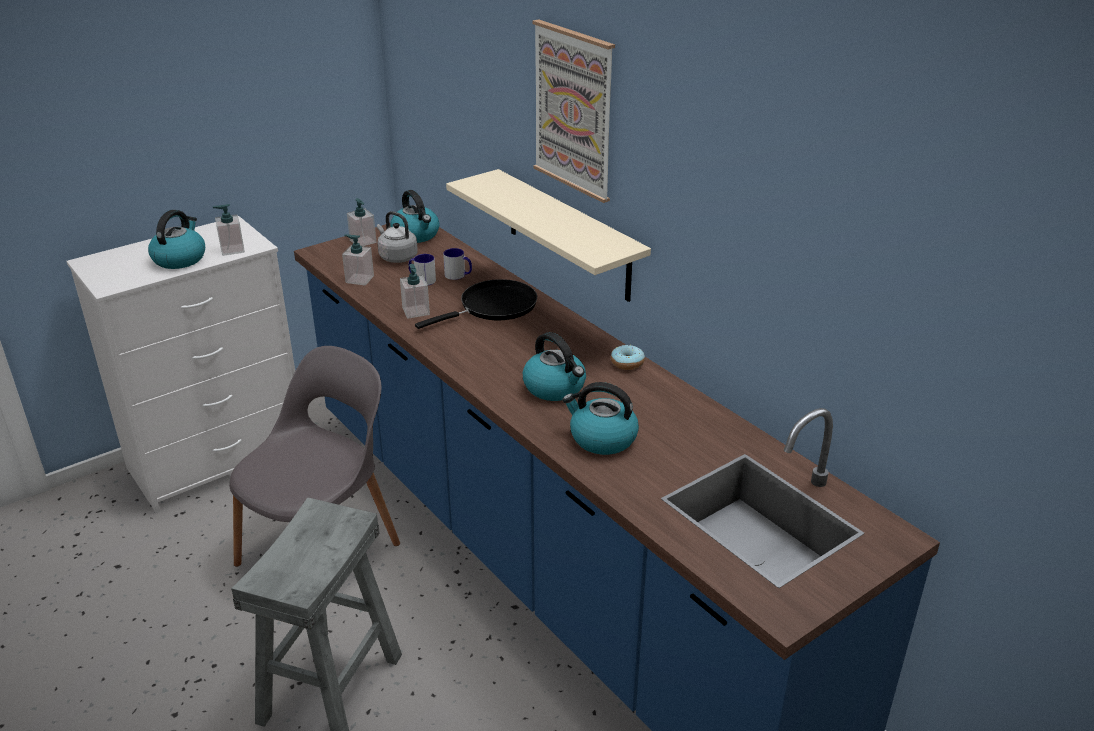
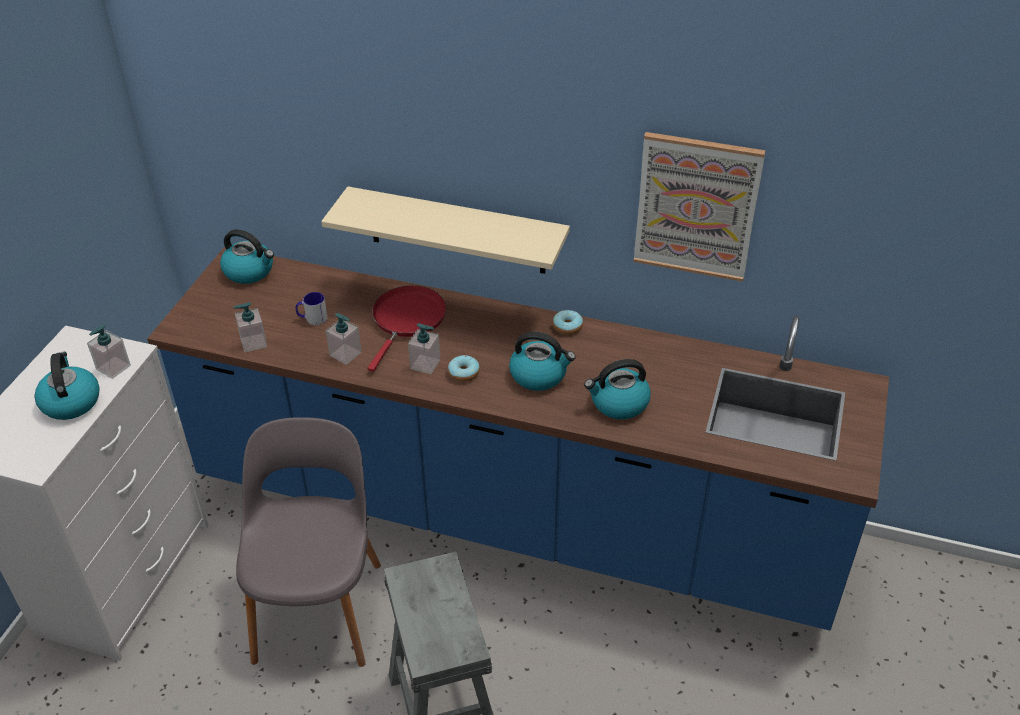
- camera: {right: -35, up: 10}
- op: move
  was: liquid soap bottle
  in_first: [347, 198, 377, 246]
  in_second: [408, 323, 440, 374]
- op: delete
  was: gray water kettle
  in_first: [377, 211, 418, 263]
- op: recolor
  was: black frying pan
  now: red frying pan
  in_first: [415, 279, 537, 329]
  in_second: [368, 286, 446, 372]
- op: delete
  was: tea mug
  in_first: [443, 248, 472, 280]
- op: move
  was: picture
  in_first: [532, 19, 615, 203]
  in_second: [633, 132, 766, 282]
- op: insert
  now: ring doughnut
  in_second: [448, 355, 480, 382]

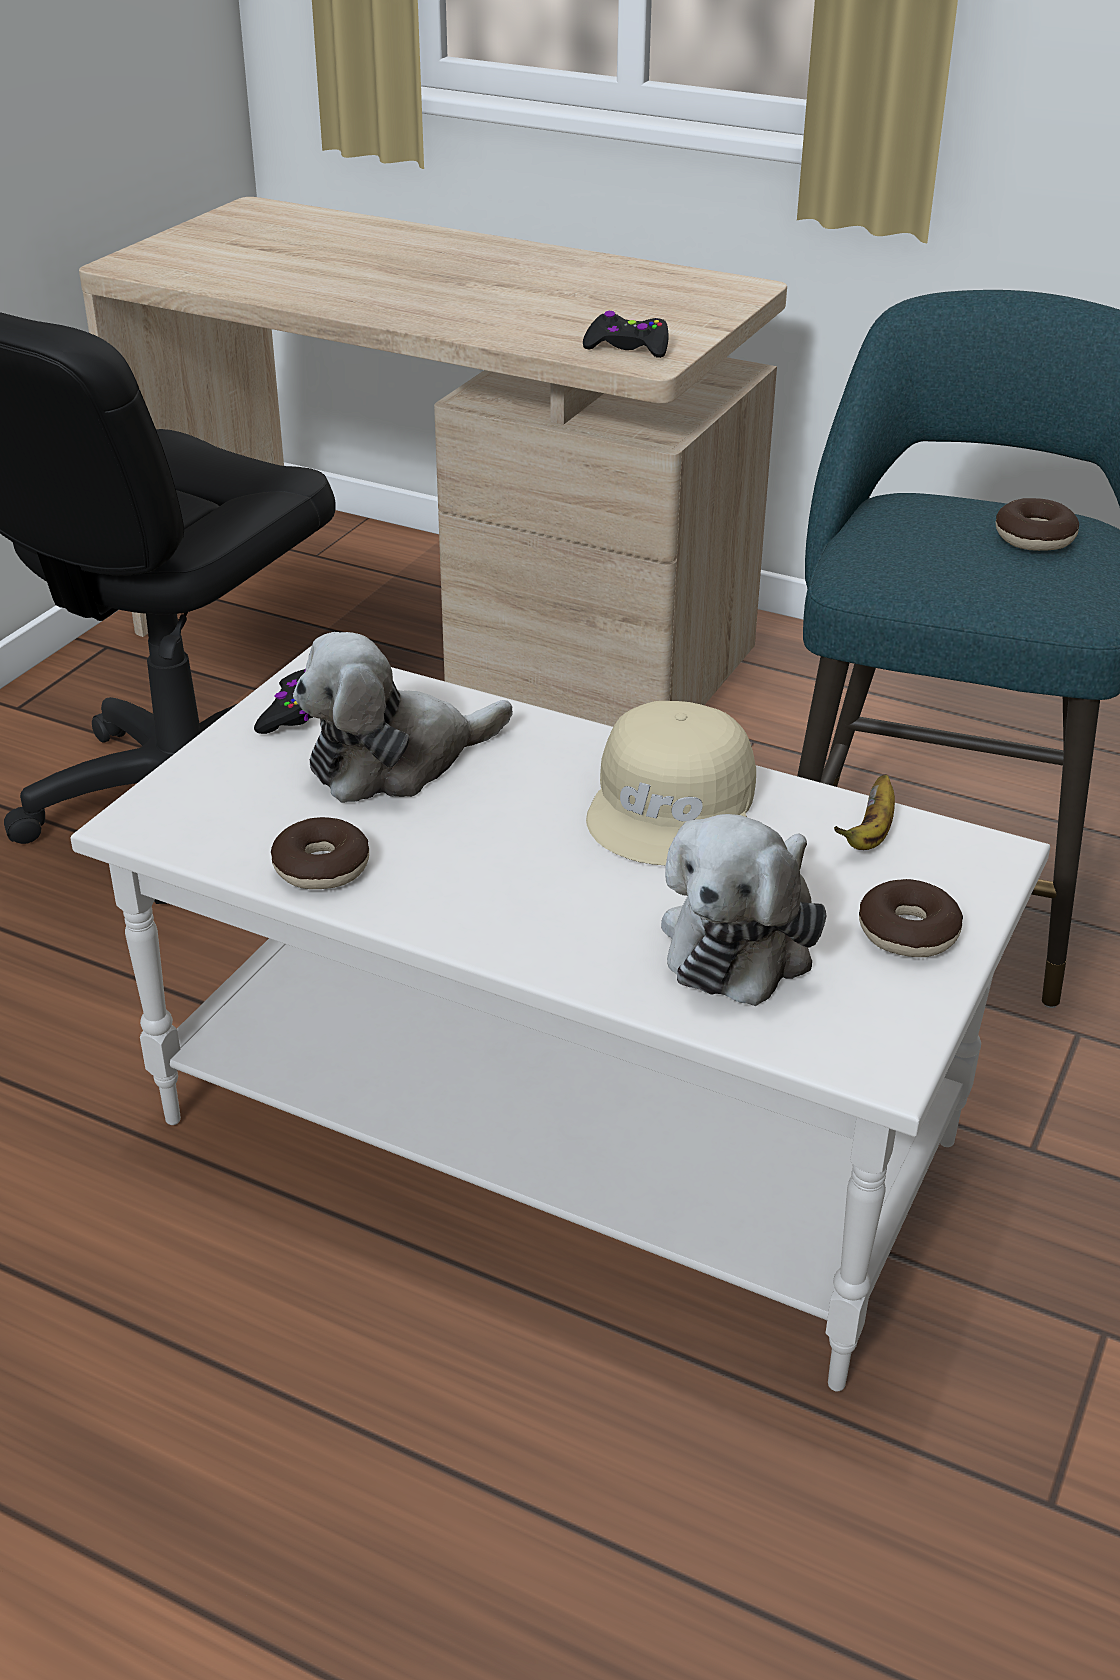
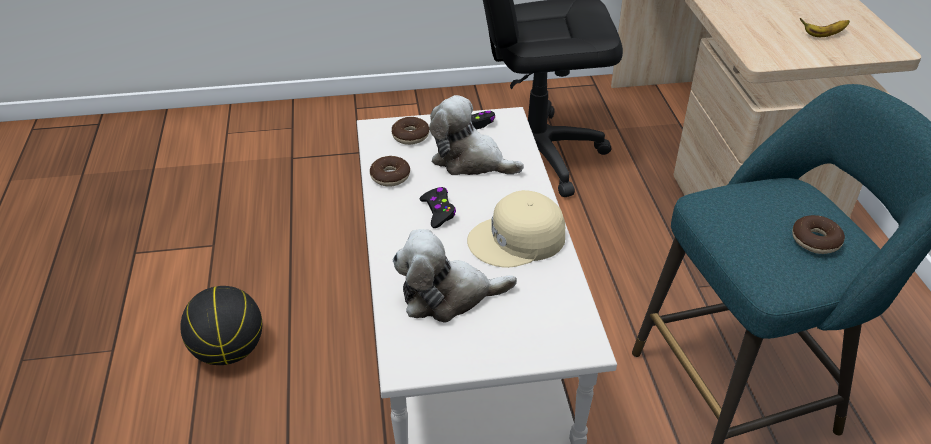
- camera: {right: 55, up: 5}
- op: move
  was: black joypad
  in_first: [583, 311, 669, 358]
  in_second: [420, 187, 456, 228]
- op: move
  was: banana fruit
  in_first: [834, 774, 895, 850]
  in_second: [800, 18, 850, 37]
- op: move
  was: ring doughnut
  in_first: [859, 879, 963, 957]
  in_second: [392, 117, 429, 145]
- op: insert
  now: ball for basketball
  in_second: [180, 286, 262, 365]

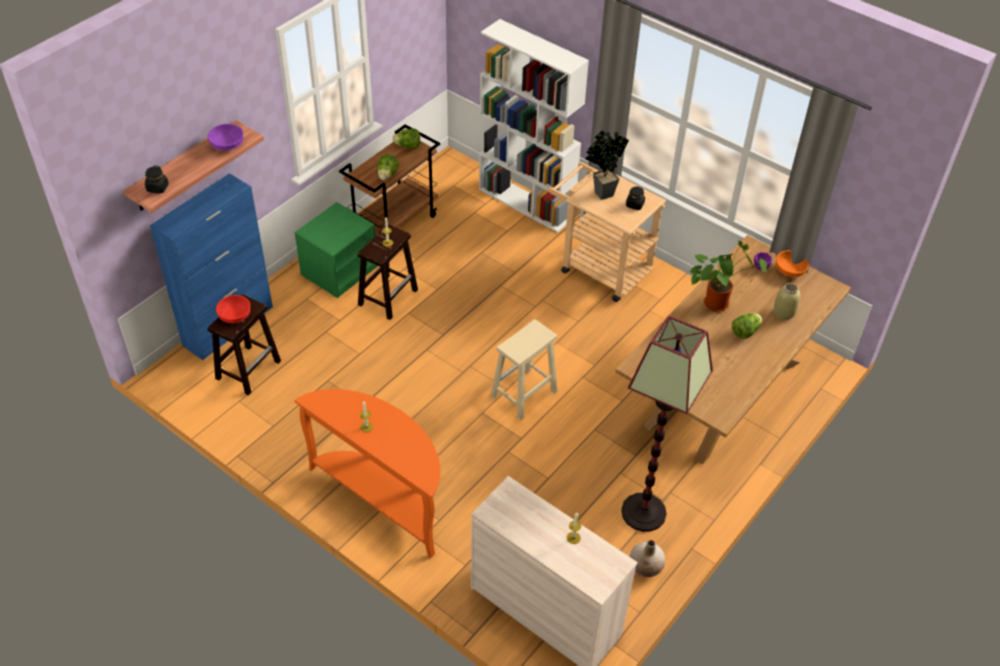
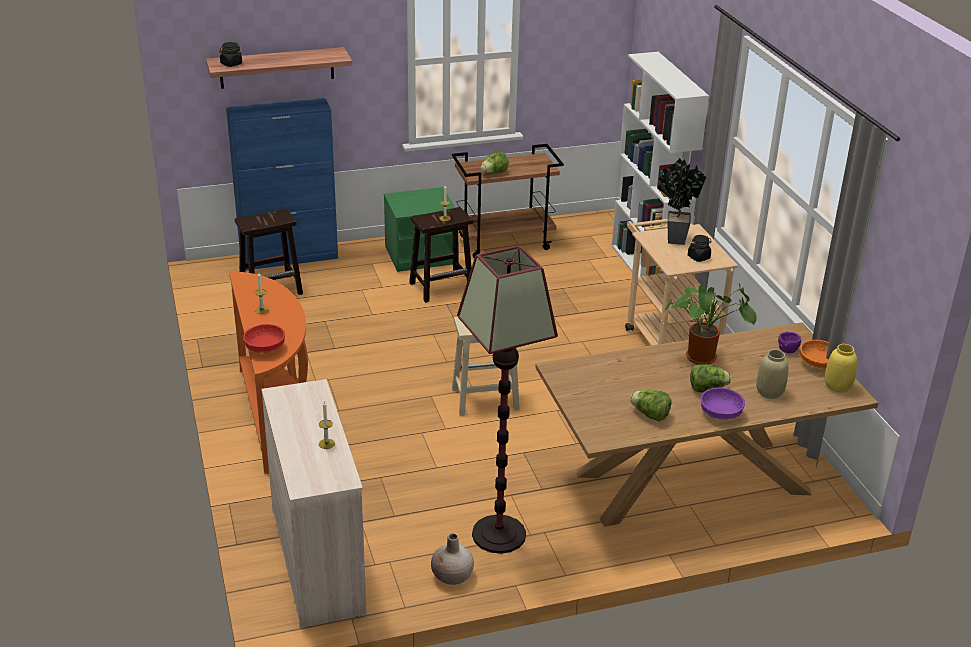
- camera: {right: 35, up: -15}
- op: move
  was: purple serving bowl
  in_first: [208, 124, 244, 151]
  in_second: [701, 388, 745, 420]
- op: move
  was: red serving bowl
  in_first: [216, 295, 250, 323]
  in_second: [243, 324, 285, 353]
- op: move
  was: lettuce
  in_first: [393, 128, 420, 149]
  in_second: [630, 390, 671, 421]
- op: insert
  now: yellow decorative vase
  in_second: [825, 344, 857, 393]

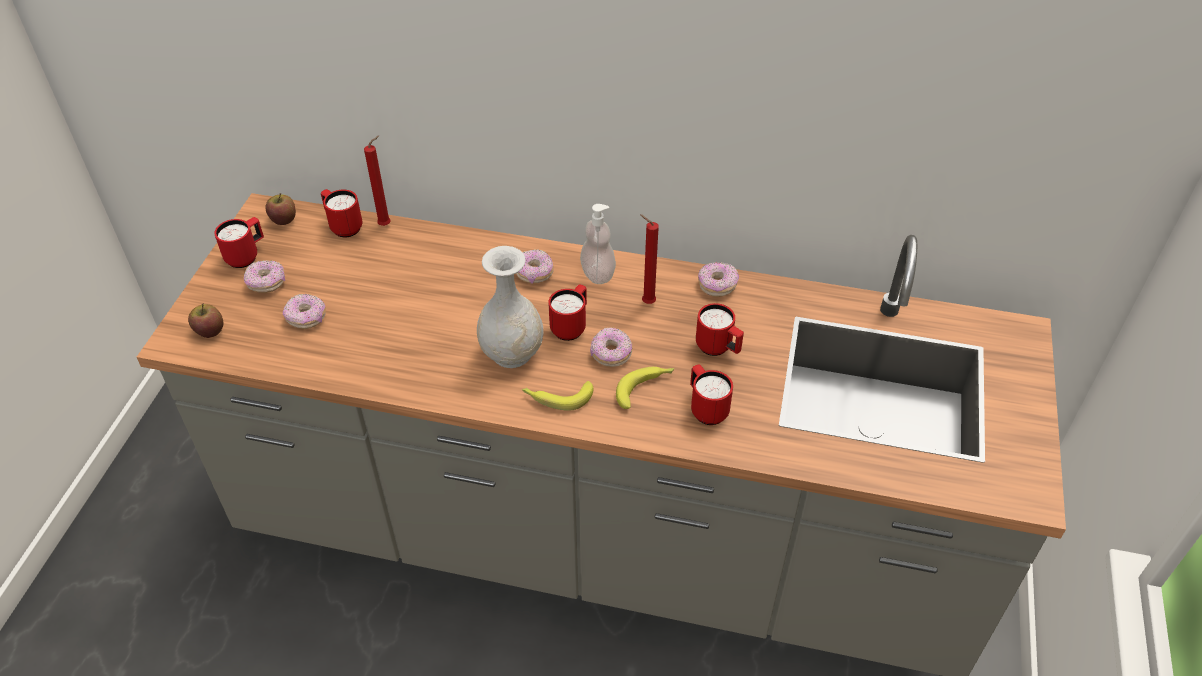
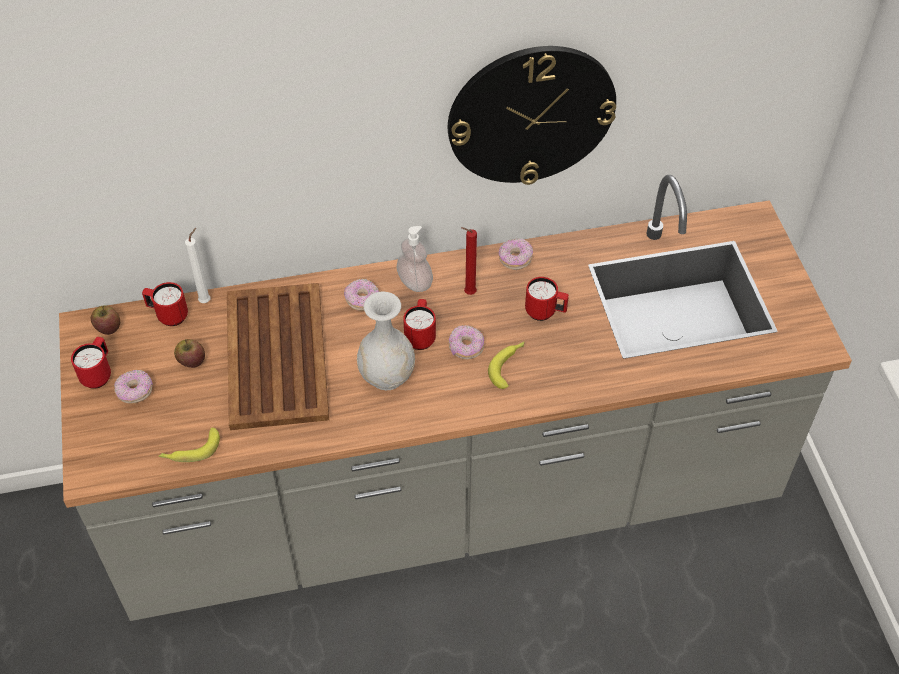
- camera: {right: -25, up: 5}
- op: move
  was: apple fruit
  in_first: [188, 303, 223, 338]
  in_second: [174, 339, 205, 368]
- op: delete
  was: ring doughnut
  in_first: [283, 294, 326, 329]
- op: recolor
  was: red wax light
  now: whitish wax light
  in_first: [364, 136, 391, 226]
  in_second: [185, 228, 211, 303]
- op: move
  was: banana fruit
  in_first: [522, 381, 593, 411]
  in_second: [159, 428, 220, 462]
- op: delete
  was: red tea mug
  in_first: [690, 364, 733, 425]
- op: insert
  now: brownish carrying tray
  in_second: [227, 283, 329, 430]
- op: insert
  now: clock on the wall
  in_second: [448, 46, 616, 185]

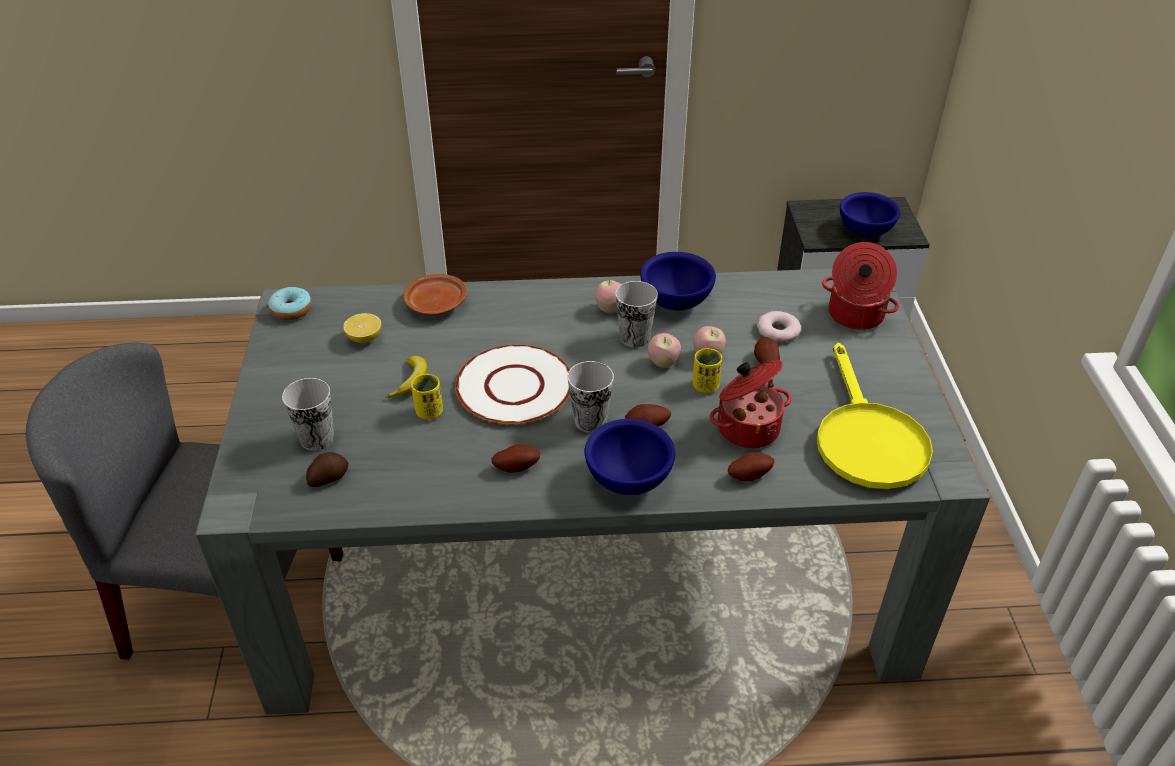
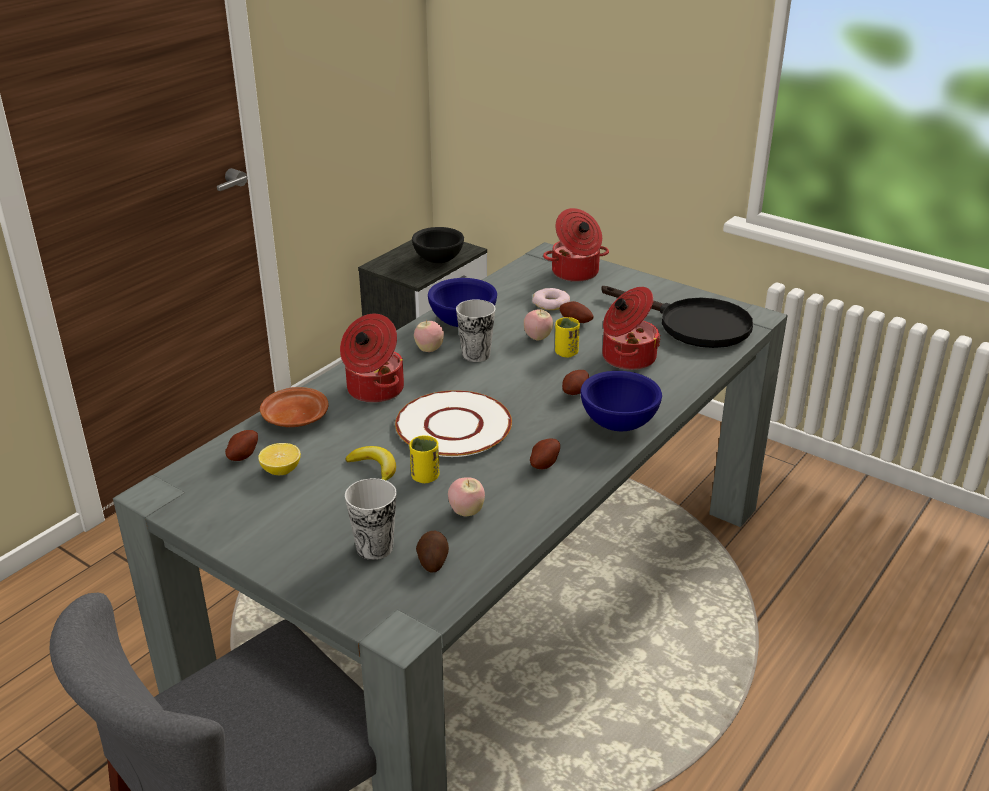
- camera: {right: -50, up: -10}
- op: delete
  was: ring doughnut
  in_first: [268, 287, 312, 320]
- op: delete
  was: drinking cup
  in_first: [567, 361, 614, 433]
- op: move
  was: apple fruit
  in_first: [648, 333, 681, 368]
  in_second: [448, 477, 485, 516]
- op: move
  was: potato
  in_first: [728, 452, 775, 481]
  in_second: [225, 430, 258, 461]
- op: recolor
  was: yellow frying pan
  now: black frying pan
  in_first: [817, 343, 933, 489]
  in_second: [601, 286, 753, 348]
- op: recolor
  was: blue-coloured serving bowl
  now: black serving bowl
  in_first: [840, 192, 900, 237]
  in_second: [412, 227, 464, 263]
- op: insert
  now: stockpot
  in_second: [340, 314, 404, 403]

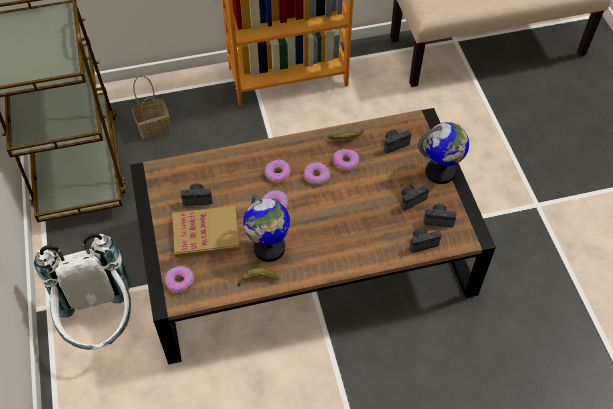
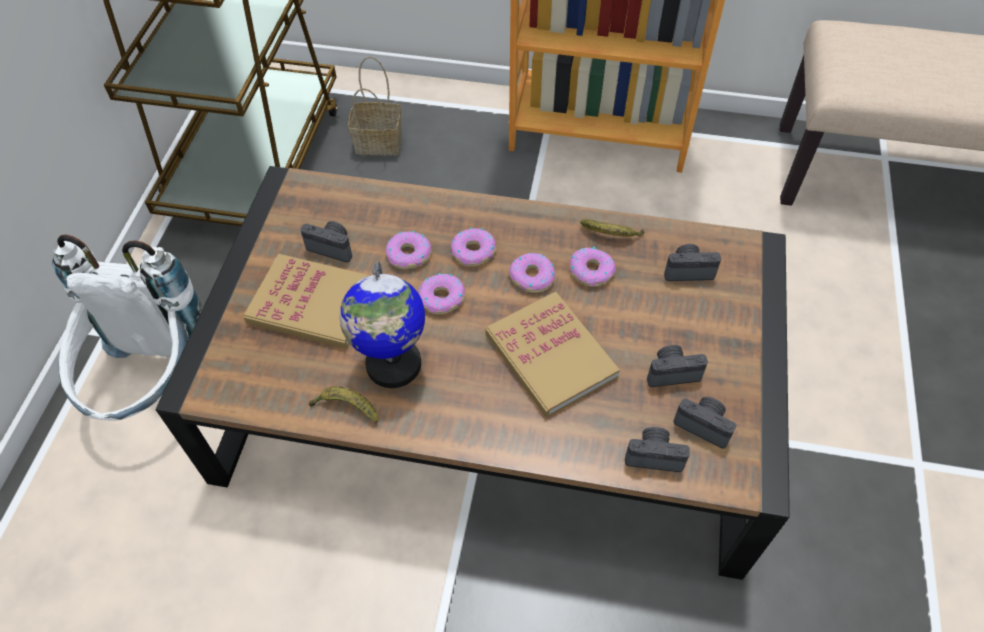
- camera: {right: 25, up: 0}
- op: move
  was: ring doughnut
  in_first: [165, 266, 194, 293]
  in_second: [385, 231, 431, 269]
- op: delete
  was: globe
  in_first: [418, 122, 469, 184]
- op: insert
  now: book
  in_second: [485, 292, 620, 417]

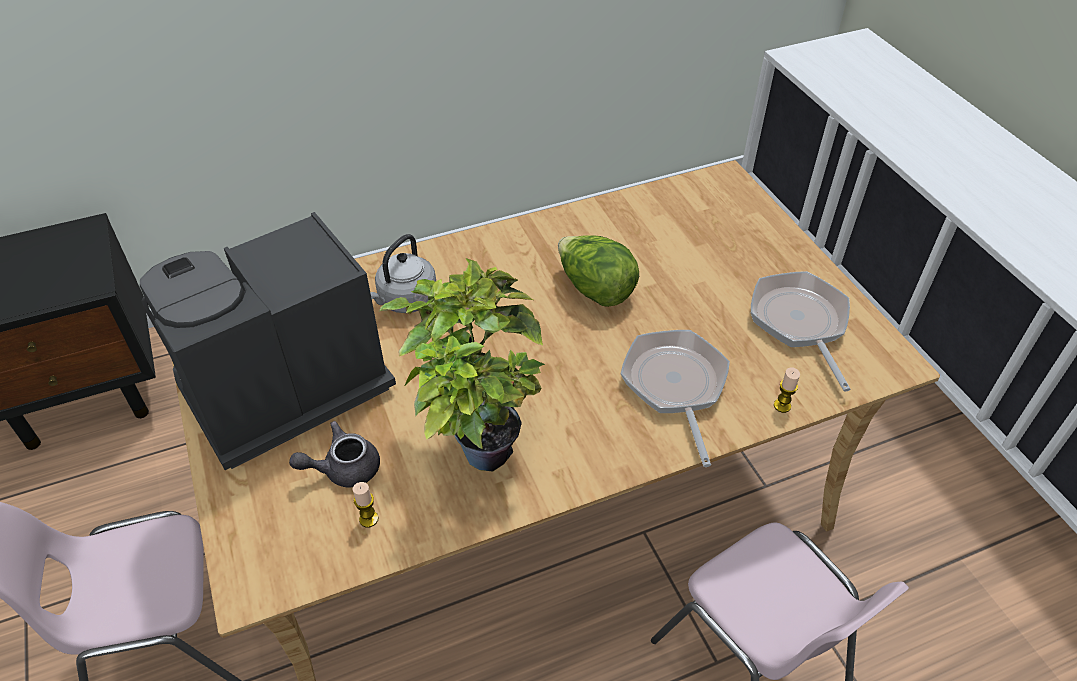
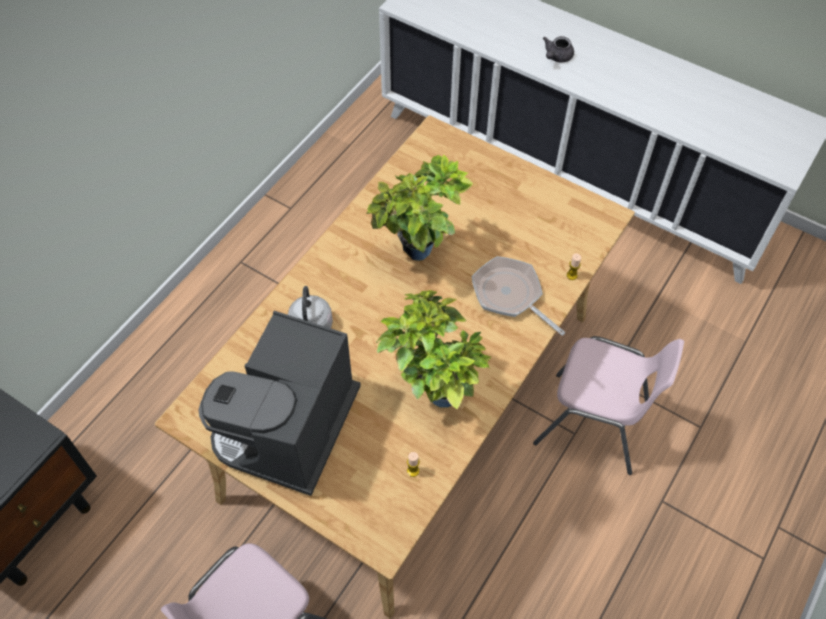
- camera: {right: -35, up: 10}
- op: move
  was: gray pot for tea
  in_first: [289, 421, 380, 488]
  in_second: [543, 36, 574, 63]
- op: replace
  was: lettuce
  now: plant in a pot
  in_first: [558, 235, 639, 307]
  in_second: [366, 155, 473, 261]
- op: delete
  was: frying pan
  in_first: [751, 271, 851, 392]

